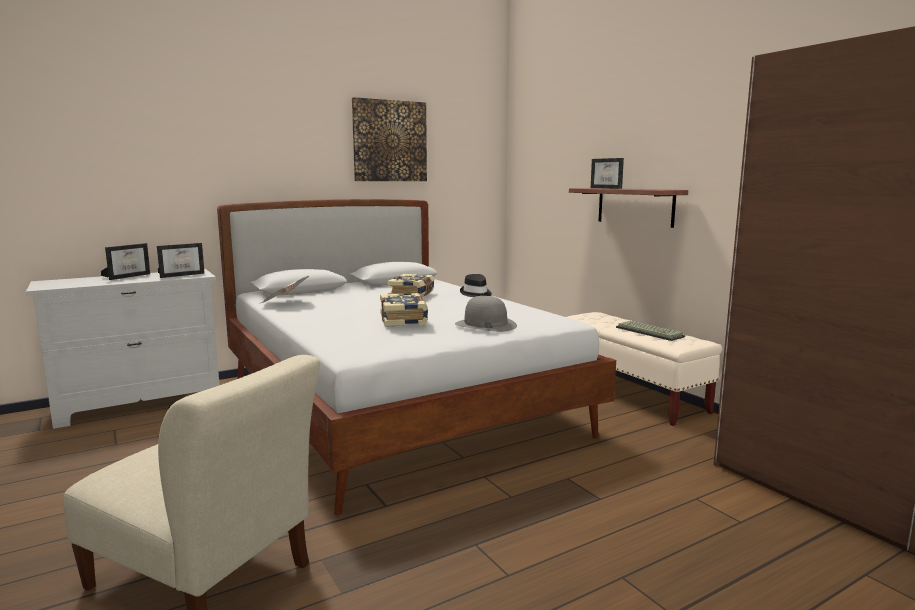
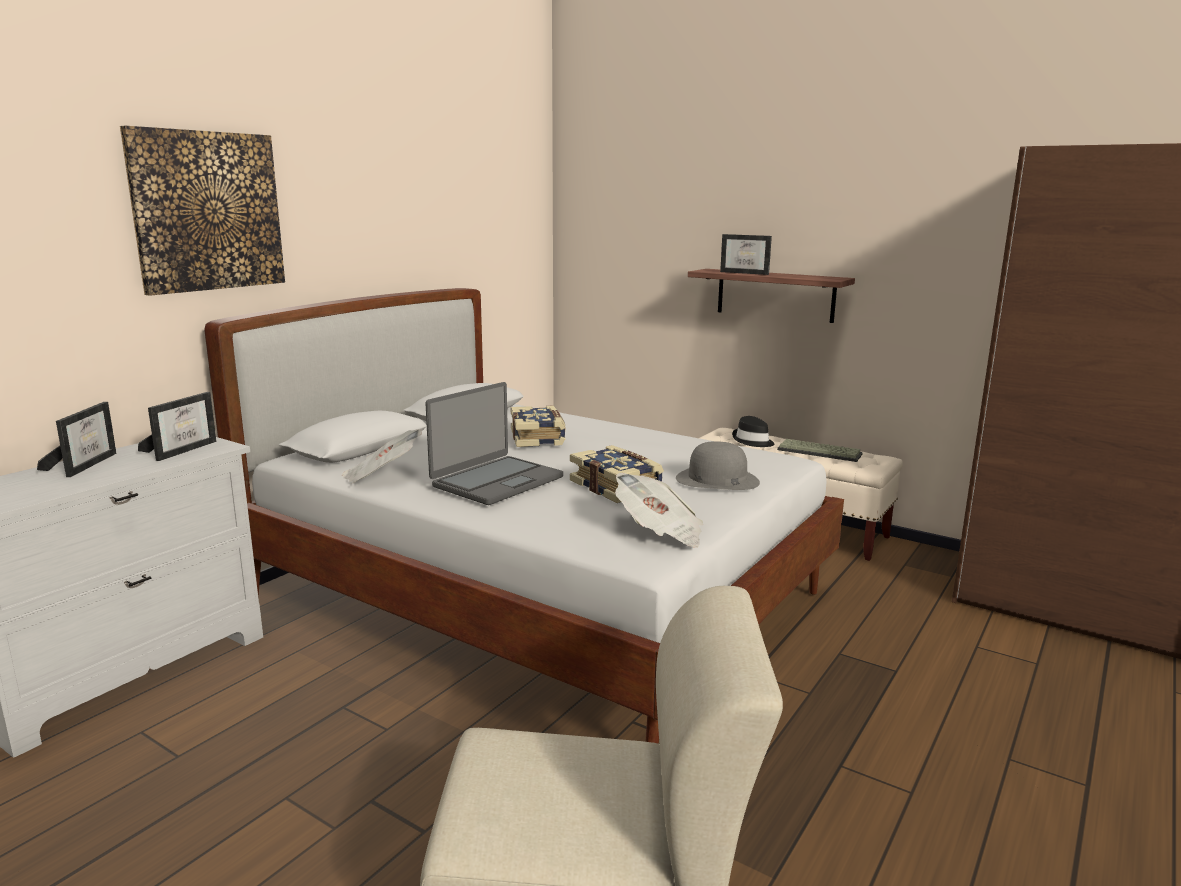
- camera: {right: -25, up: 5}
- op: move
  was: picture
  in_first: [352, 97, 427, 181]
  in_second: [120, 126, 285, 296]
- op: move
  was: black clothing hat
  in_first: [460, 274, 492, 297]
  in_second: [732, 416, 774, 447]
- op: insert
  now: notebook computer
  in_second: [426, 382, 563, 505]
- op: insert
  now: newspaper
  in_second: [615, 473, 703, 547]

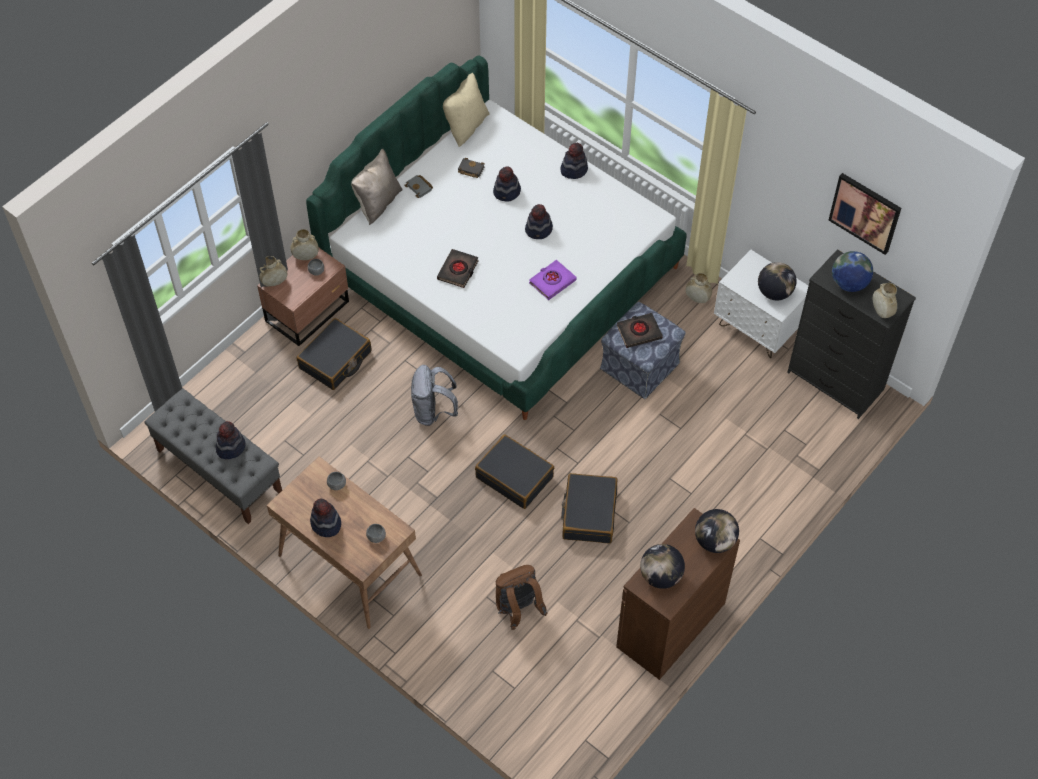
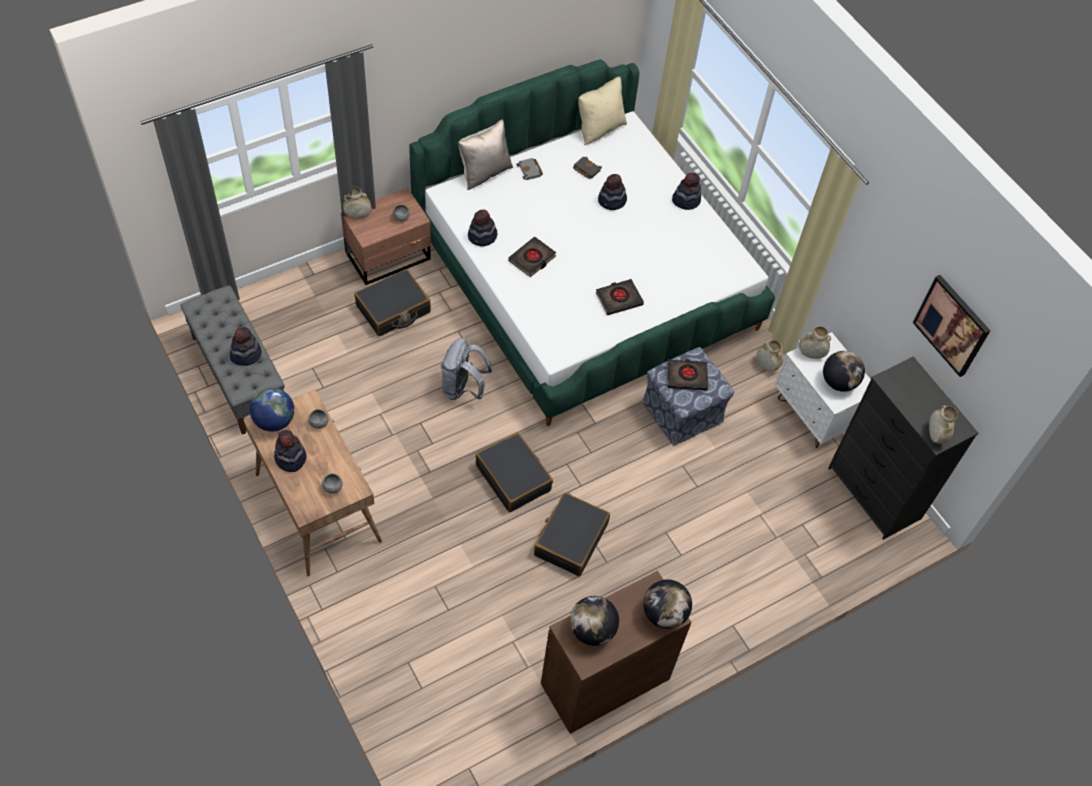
- camera: {right: 15, up: 0}
- op: move
  was: sand-coloured decorative vase
  in_first: [290, 229, 319, 260]
  in_second: [799, 326, 831, 359]
- op: delete
  was: brownish backpack
  in_first: [496, 565, 548, 630]
- op: move
  was: clothing hat
  in_first: [525, 204, 553, 239]
  in_second: [468, 209, 498, 247]
- op: recolor
  was: purple book
  now: black book
  in_first: [529, 260, 576, 300]
  in_second: [596, 279, 644, 315]
- op: move
  was: globe
  in_first: [832, 251, 873, 292]
  in_second: [250, 388, 294, 432]

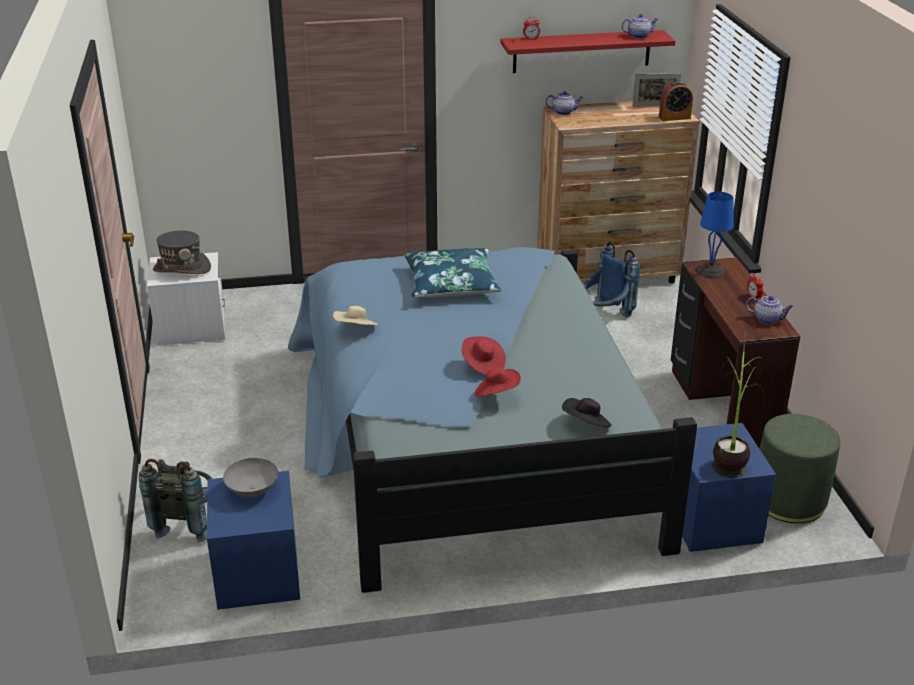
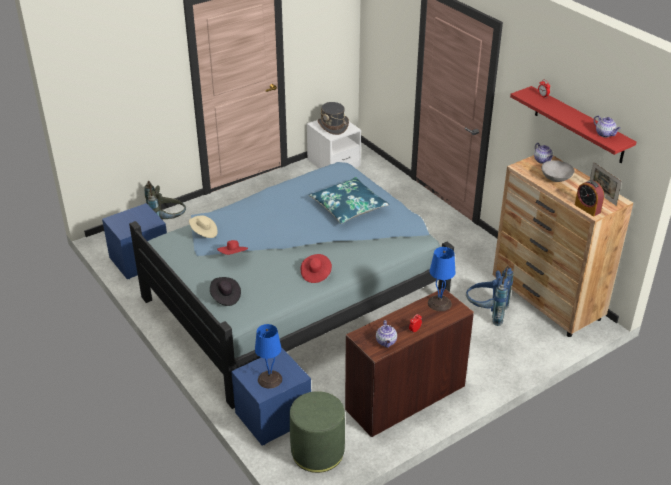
- camera: {right: 65, up: 5}
- op: move
  was: gray serving bowl
  in_first: [223, 458, 278, 497]
  in_second: [541, 160, 574, 182]
- op: move
  was: sand-coloured clothing hat
  in_first: [333, 306, 378, 325]
  in_second: [189, 216, 218, 238]
- op: move
  was: red clothing hat
  in_first: [462, 336, 506, 375]
  in_second: [301, 254, 332, 283]
- op: replace
  was: plant in a pot
  now: blue-coloured tabletop lamp
  in_first: [712, 331, 764, 478]
  in_second: [255, 324, 282, 389]

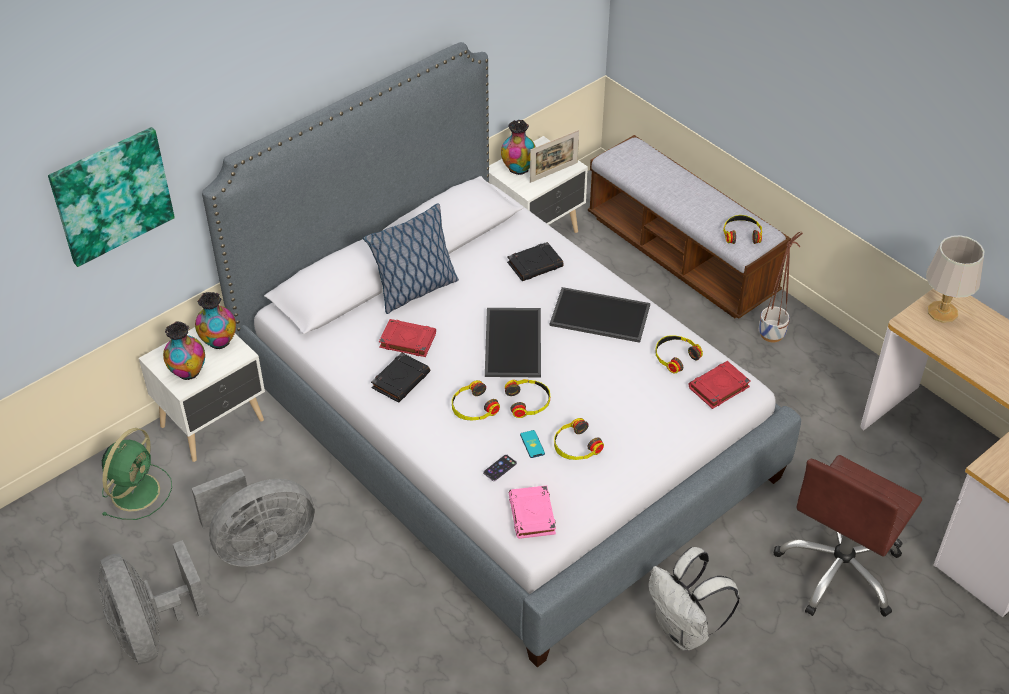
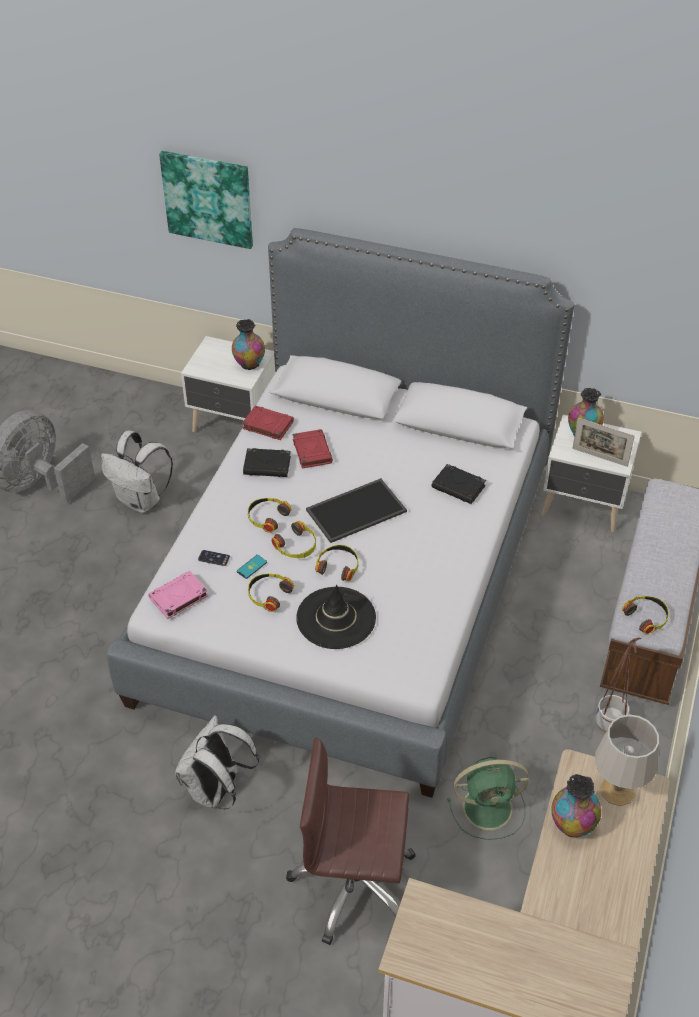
- camera: {right: 60, up: 0}
- op: move
  was: green-coloured cooling fan
  in_first: [102, 428, 172, 520]
  in_second: [447, 757, 529, 840]
- op: move
  was: decorative vase
  in_first: [163, 321, 205, 380]
  in_second: [551, 774, 601, 838]
- op: replace
  was: gray cooling fan
  now: whitish backpack
  in_first: [191, 469, 315, 566]
  in_second: [101, 431, 173, 513]
- op: delete
  was: throw pillow
  in_first: [363, 203, 459, 314]
- op: delete
  was: carrying tray
  in_first: [550, 287, 650, 343]
- op: move
  was: headphones
  in_first: [655, 335, 703, 373]
  in_second: [315, 545, 358, 581]
- op: move
  was: red book
  in_first: [689, 361, 751, 409]
  in_second: [242, 406, 294, 440]
- op: insert
  now: black clothing hat
  in_second: [296, 585, 376, 649]

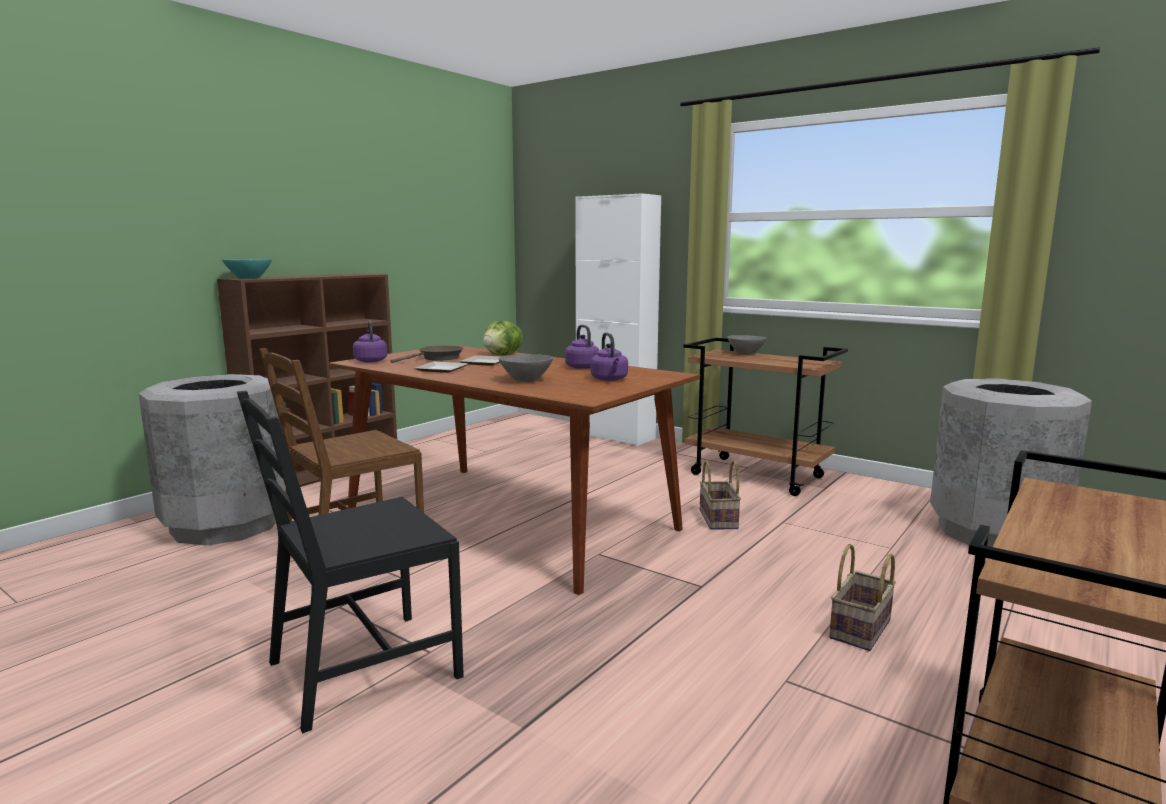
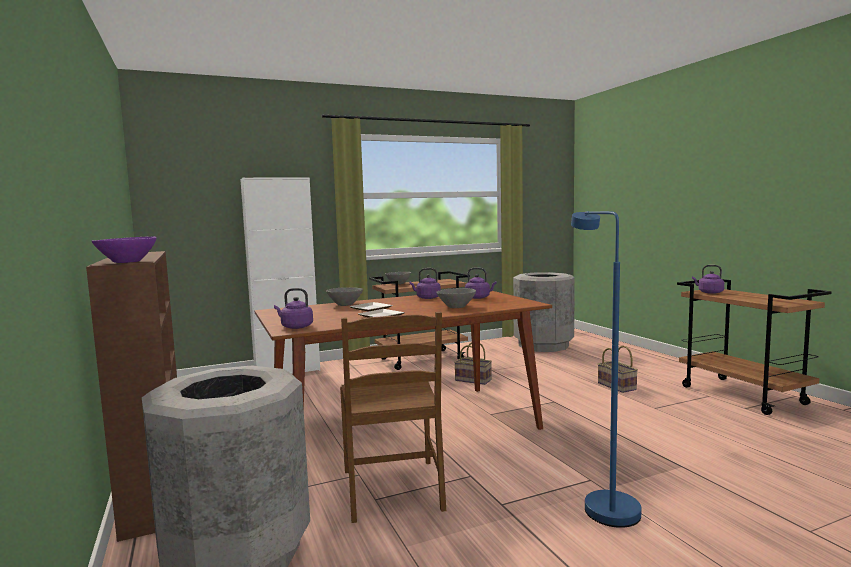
- camera: {right: -60, up: -5}
- op: recolor
  was: turquoise-coloured serving bowl
  now: purple serving bowl
  in_first: [222, 259, 272, 279]
  in_second: [92, 237, 156, 263]
- op: replace
  was: black upright chair
  now: blue-coloured standard lamp
  in_first: [237, 391, 464, 734]
  in_second: [571, 211, 642, 528]
- op: delete
  was: brownish frying pan
  in_first: [390, 345, 464, 363]
- op: replace
  was: lettuce
  now: gray serving bowl
  in_first: [483, 320, 523, 355]
  in_second: [326, 287, 363, 306]
- op: insert
  now: purple water kettle
  in_second: [692, 265, 724, 294]

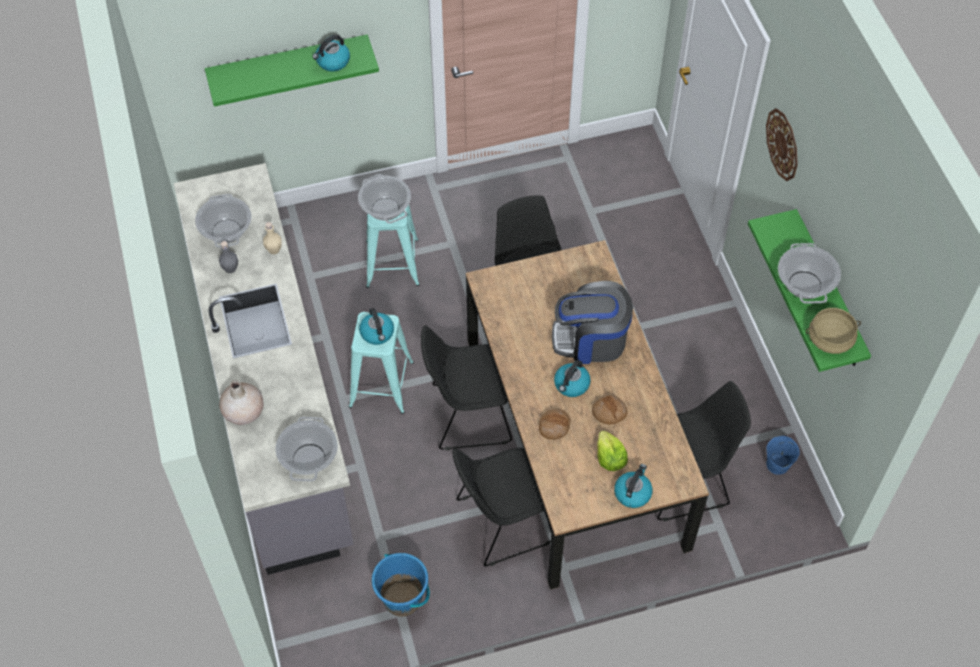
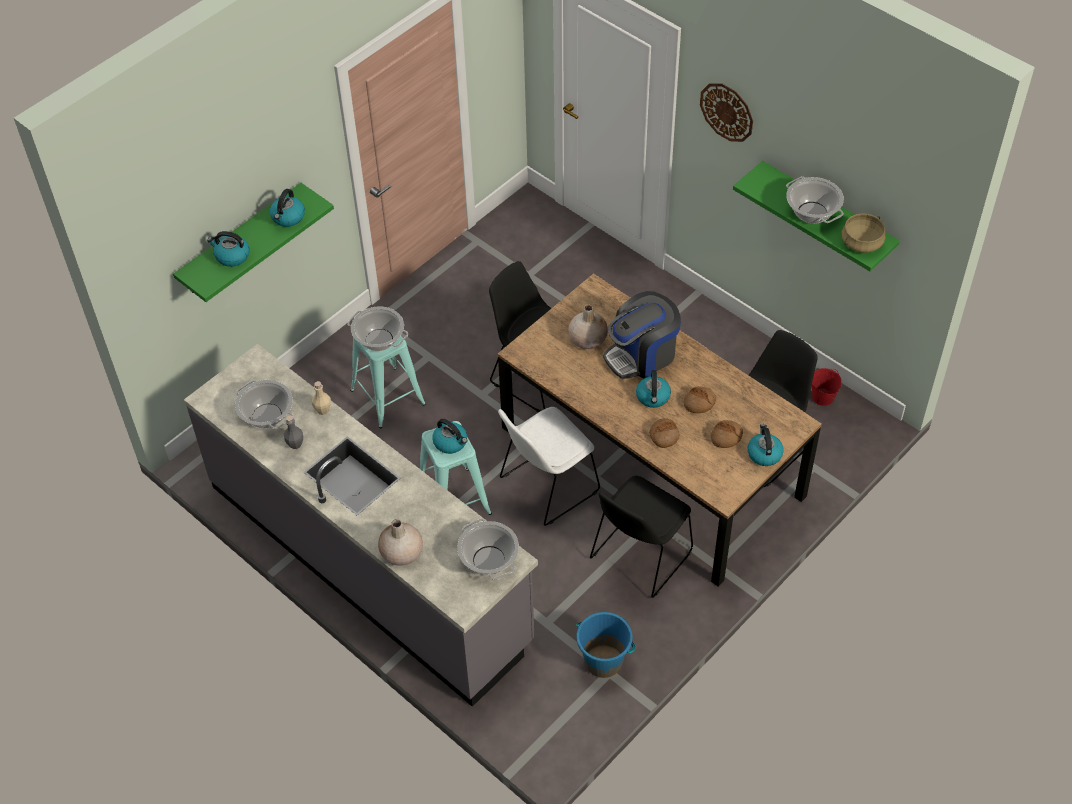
- camera: {right: -30, up: -5}
- op: recolor
  was: black upright chair
  now: whitish upright chair
  in_first: [421, 325, 512, 450]
  in_second: [498, 407, 600, 526]
- op: replace
  was: lettuce
  now: bread
  in_first: [597, 431, 628, 471]
  in_second: [711, 420, 743, 448]
- op: recolor
  was: blue-coloured water bucket
  now: red water bucket
  in_first: [766, 436, 800, 475]
  in_second: [812, 368, 842, 406]
- op: insert
  now: water kettle
  in_second: [207, 231, 250, 267]
- op: insert
  now: sand-coloured decorative vase
  in_second: [568, 304, 608, 349]

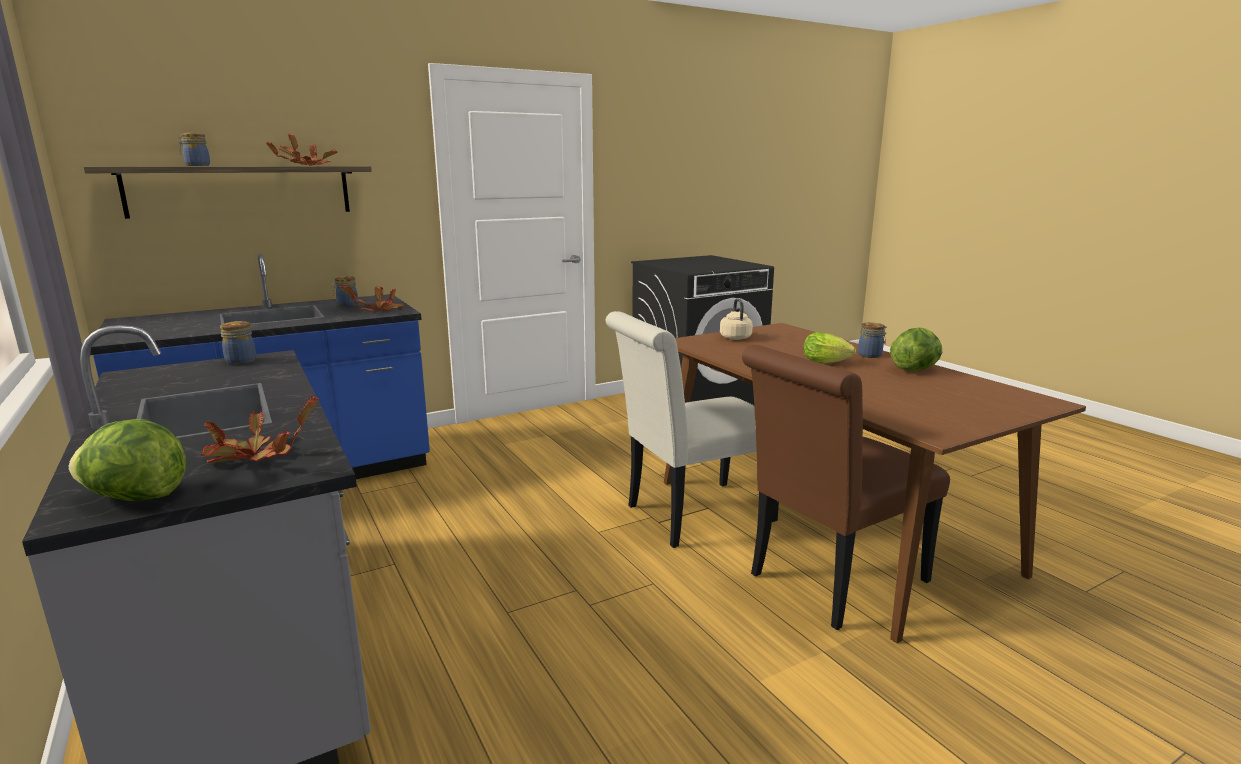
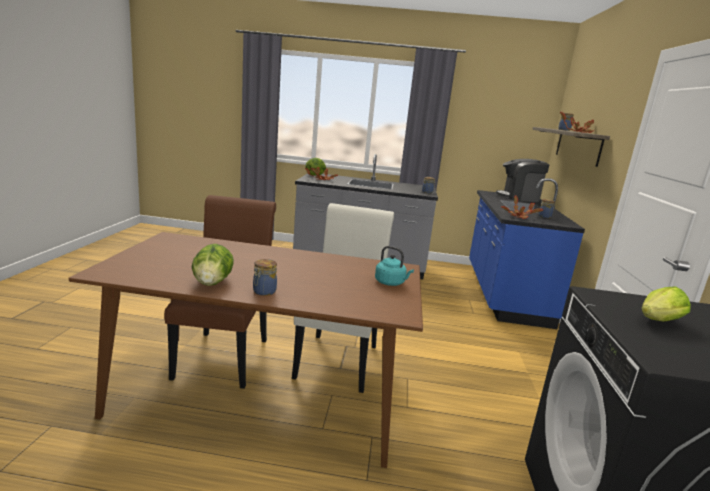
- camera: {right: 125, up: 0}
- op: recolor
  was: sand-coloured water kettle
  now: turquoise-coloured water kettle
  in_first: [720, 298, 753, 340]
  in_second: [375, 246, 414, 286]
- op: move
  was: lettuce
  in_first: [803, 332, 856, 364]
  in_second: [641, 287, 691, 322]
- op: insert
  now: coffee maker
  in_second: [496, 159, 550, 202]

